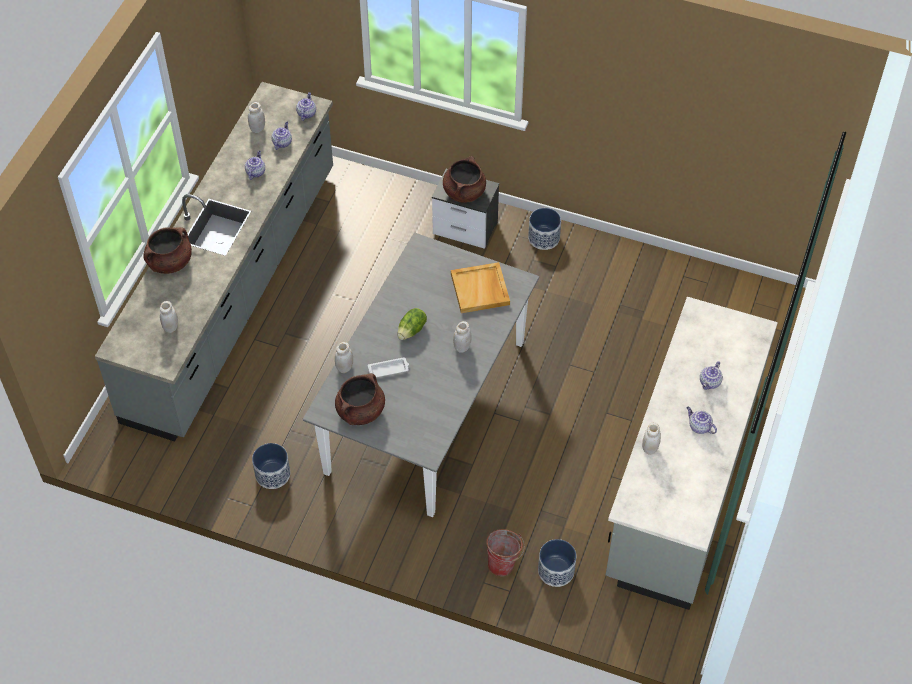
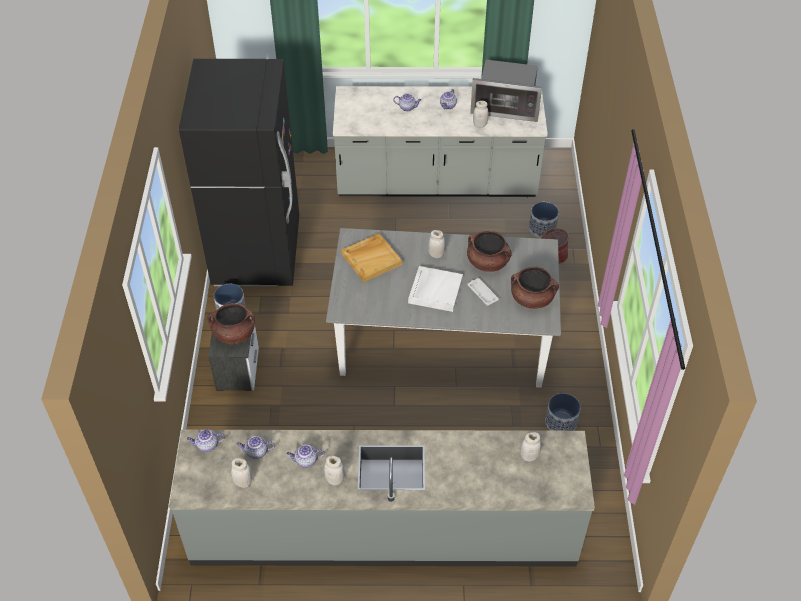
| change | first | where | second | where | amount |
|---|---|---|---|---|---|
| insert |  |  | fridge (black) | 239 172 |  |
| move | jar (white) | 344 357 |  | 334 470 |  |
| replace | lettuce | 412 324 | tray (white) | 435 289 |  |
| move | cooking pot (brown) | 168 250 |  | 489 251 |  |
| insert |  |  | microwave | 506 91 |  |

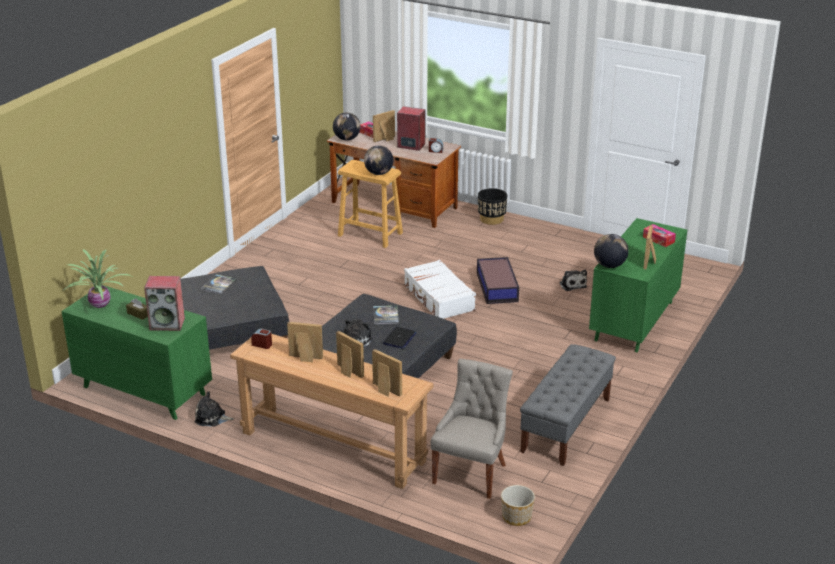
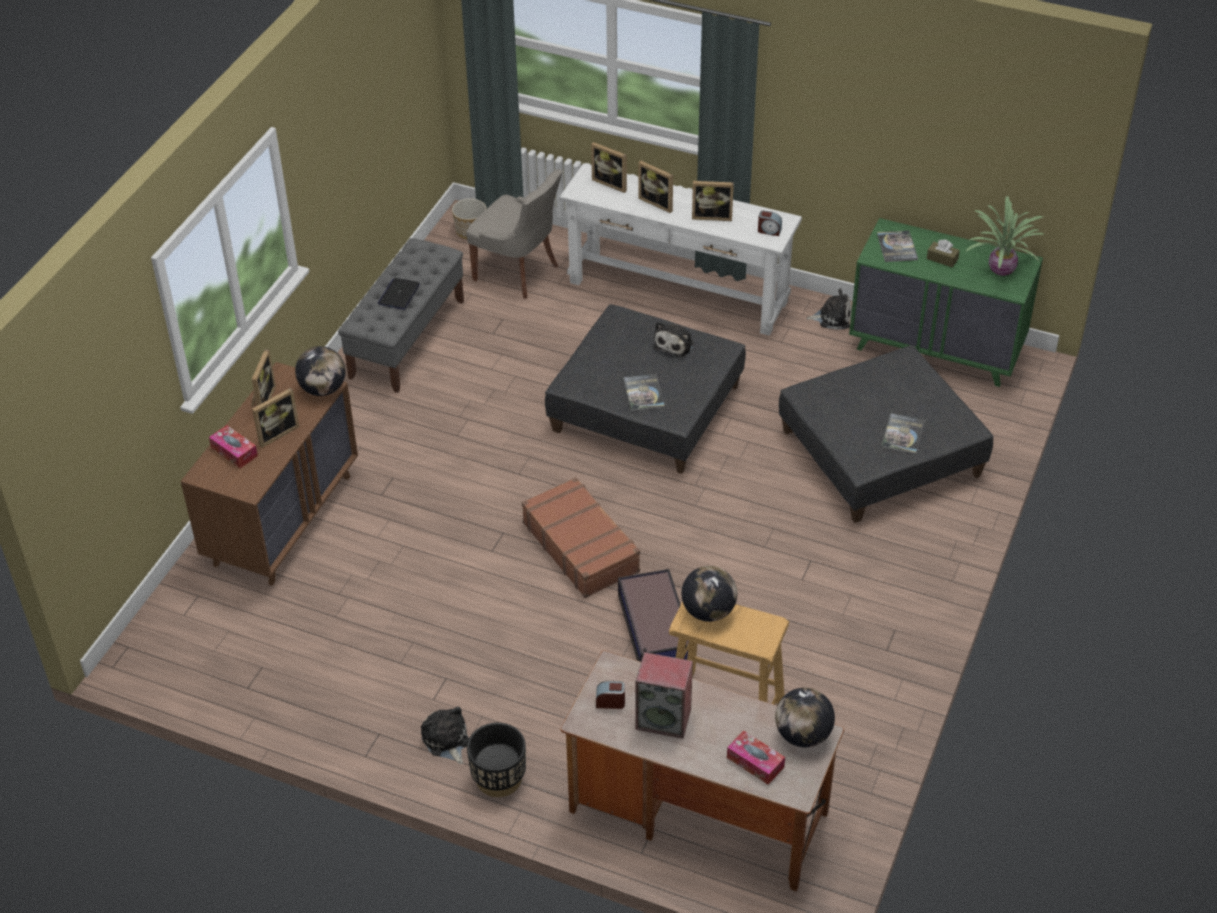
| change | first | where | second | where | amount |
|---|---|---|---|---|---|
| recolor | dresser (green) | 638 285 | dresser (brown) | 269 474 |  |
| move | picture frame | 384 126 |  | 275 418 |  |
| move | laptop | 399 338 |  | 399 294 |  |
| move | plush toy | 573 280 |  | 445 735 |  |
| rotate | chair (grey) | 472 429 |  | 514 234 | 75 degrees counterclockwise |
| recolor | suitcase (white) | 440 289 | suitcase (brown) | 581 537 |  |
| recolor | console table (brown) | 332 411 | console table (white) | 680 249 |  |
| move | storage box | 498 280 |  | 653 615 |  |
| replace | speaker | 164 303 | book | 897 246 |  |

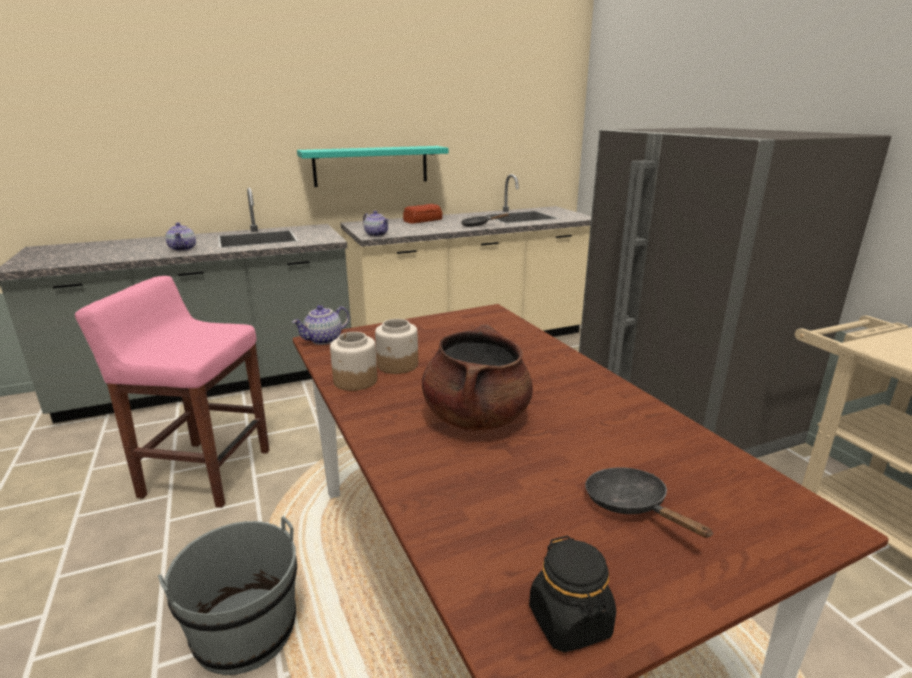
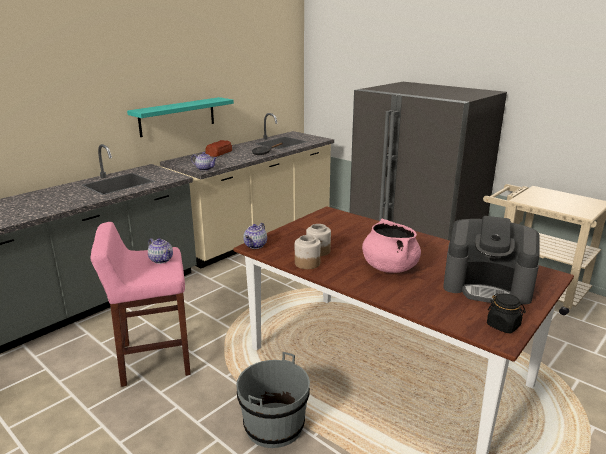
| change | first | where | second | where | amount |
|---|---|---|---|---|---|
| move | teapot | 181 236 |  | 160 251 |  |
| recolor | cooking pot (brown) | 477 377 | cooking pot (pink) | 391 246 |  |
| replace | frying pan (black) | 649 502 | coffee machine | 491 260 |  |

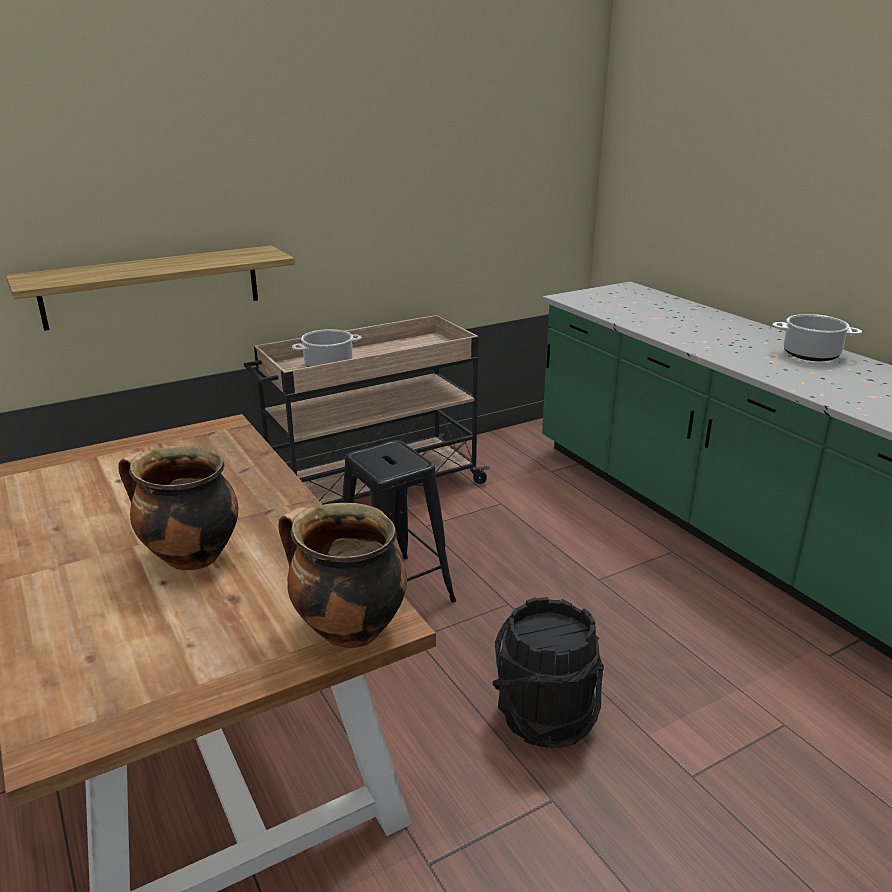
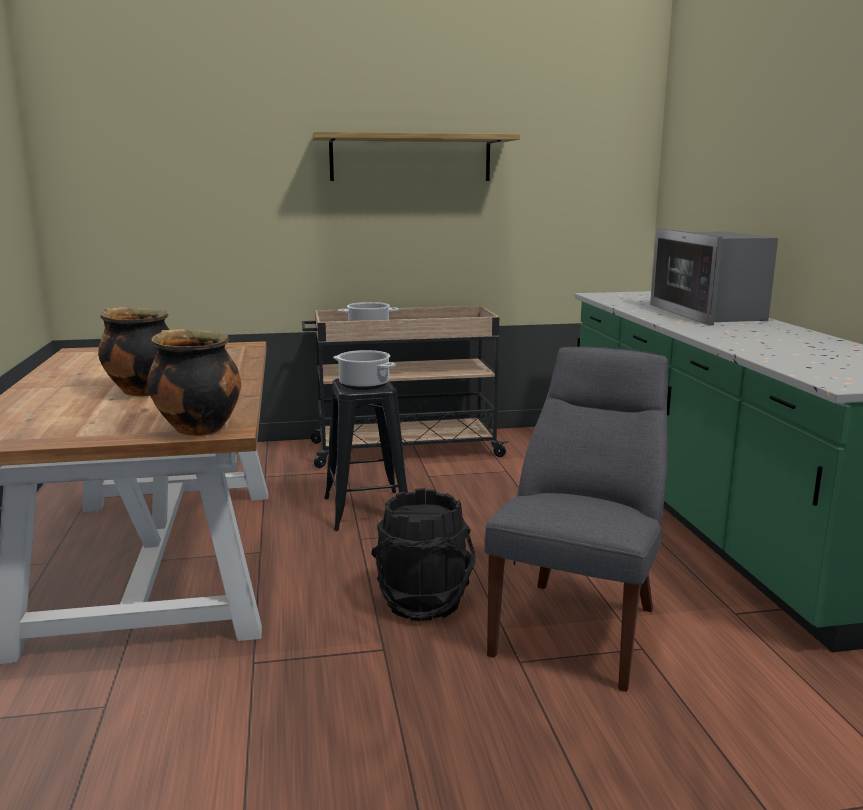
| change | first | where | second | where | amount |
|---|---|---|---|---|---|
| move | shelf | 150 288 |  | 416 156 |  |
| move | cooking pot | 817 337 |  | 364 370 |  |
| insert |  |  | chair (grey) | 576 519 |  |
| insert |  |  | microwave | 714 277 |  |

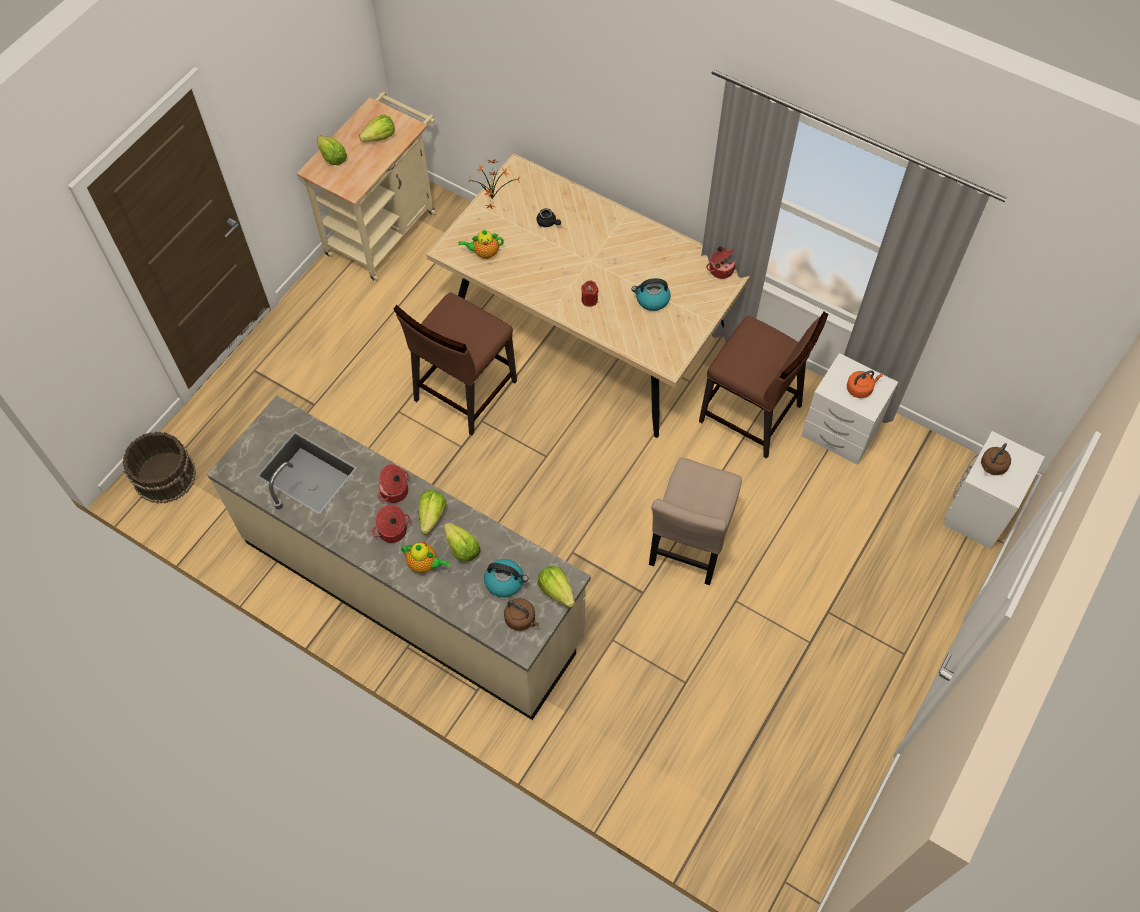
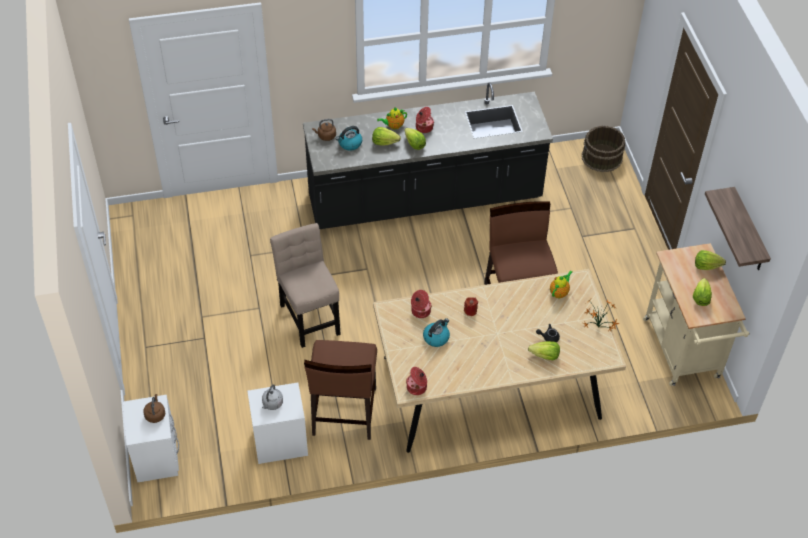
| change | first | where | second | where | amount |
|---|---|---|---|---|---|
| recolor | kettle (orange) | 865 384 | kettle (grey) | 272 397 |  |
| recolor | counter (beige) | 399 557 | counter (black) | 428 155 |  |
| rotate | chair (brown) | 763 385 |  | 340 390 | 75 degrees counterclockwise |
| move | cooking pot | 393 483 |  | 421 304 |  |
| move | lettuce | 556 587 |  | 544 350 |  |
| insert |  |  | shelf | 738 228 |  |

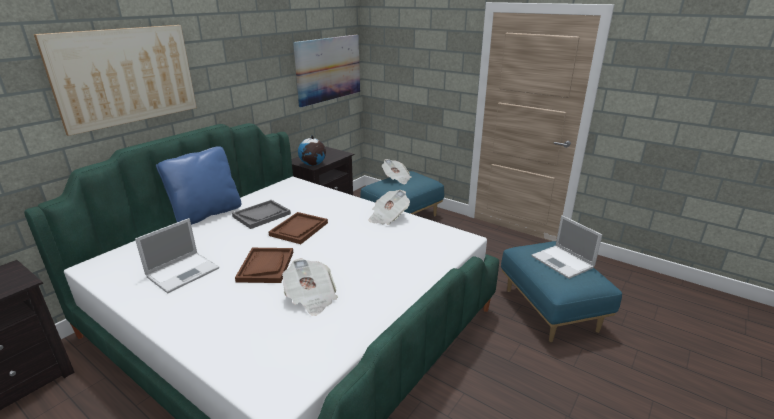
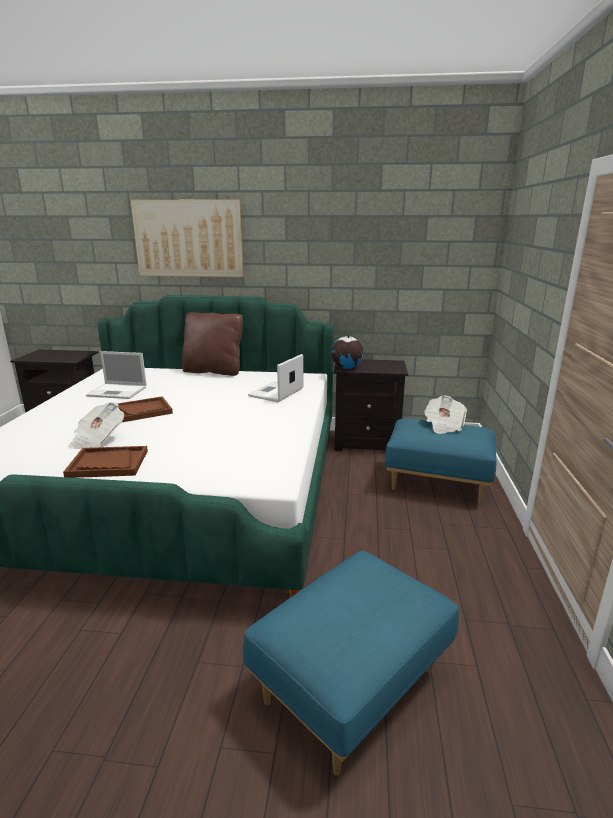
| change | first | where | second | where | amount |
|---|---|---|---|---|---|
| move | tray (brown) | 298 228 |  | 105 462 |  |
| recolor | pillow (blue) | 198 185 | pillow (brown) | 212 344 |  |
| move | laptop | 566 247 |  | 275 378 |  |
| delete | tray (grey) | 261 214 |  |  |  |
| delete | picture | 326 71 |  |  |  |
| delete | newspaper | 389 207 |  |  |  |

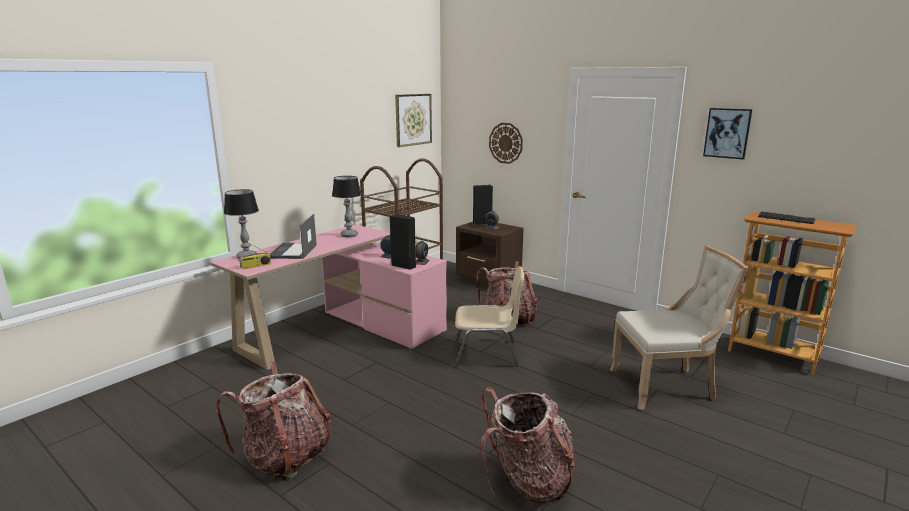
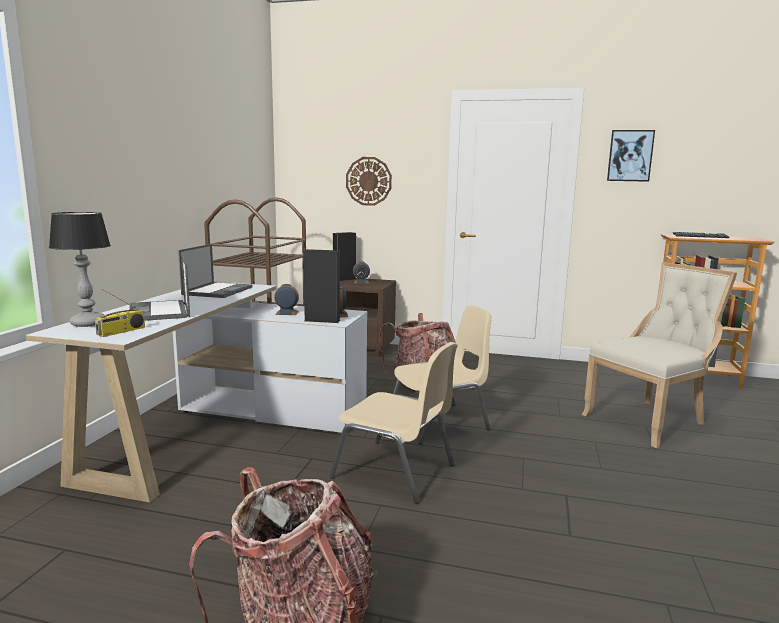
| change | first | where | second | where | amount |
|---|---|---|---|---|---|
| recolor | desk (pink) | 328 297 | desk (white) | 196 391 |  |
| replace | table lamp | 346 206 | laptop | 215 271 |  |
| insert |  |  | chair (beige) | 393 423 |  |
| delete | picture | 413 120 |  |  |  |
| delete | backpack | 527 445 |  |  |  |

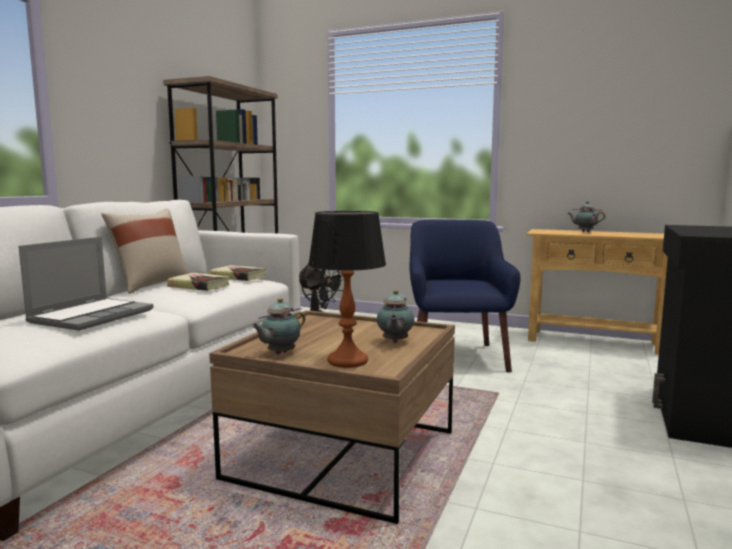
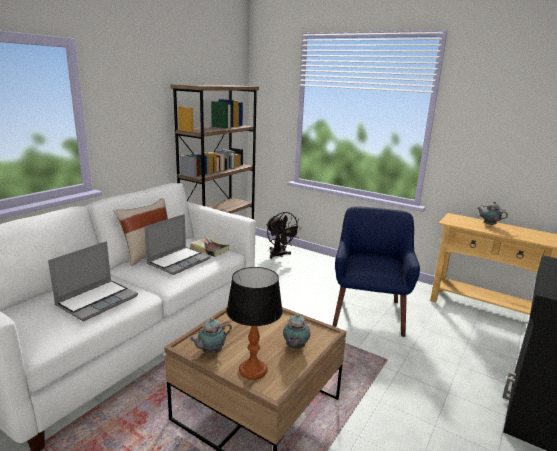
| change | first | where | second | where | amount |
|---|---|---|---|---|---|
| replace | book | 198 282 | laptop | 177 244 |  |

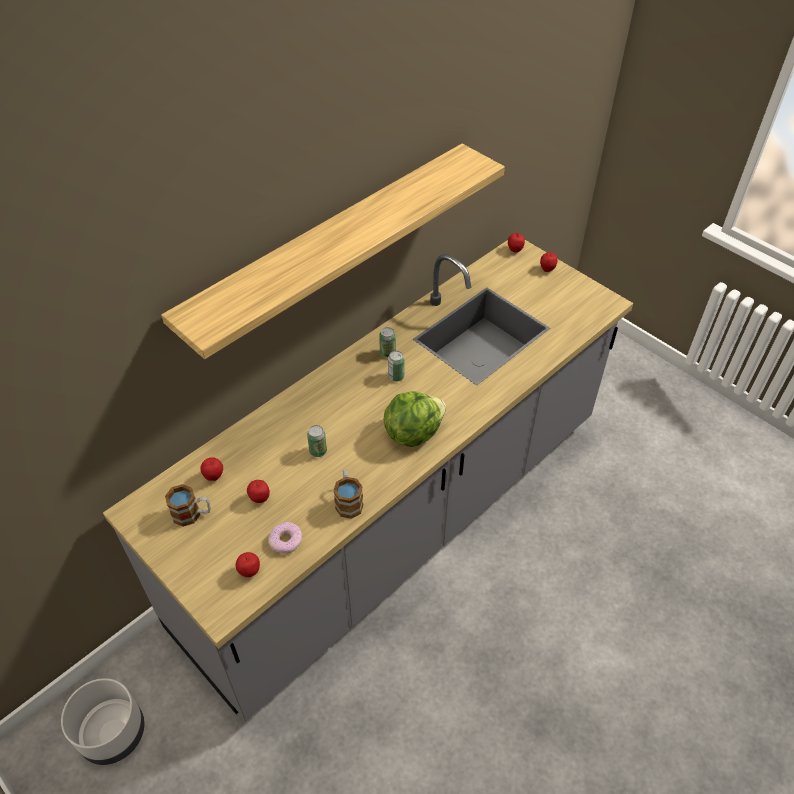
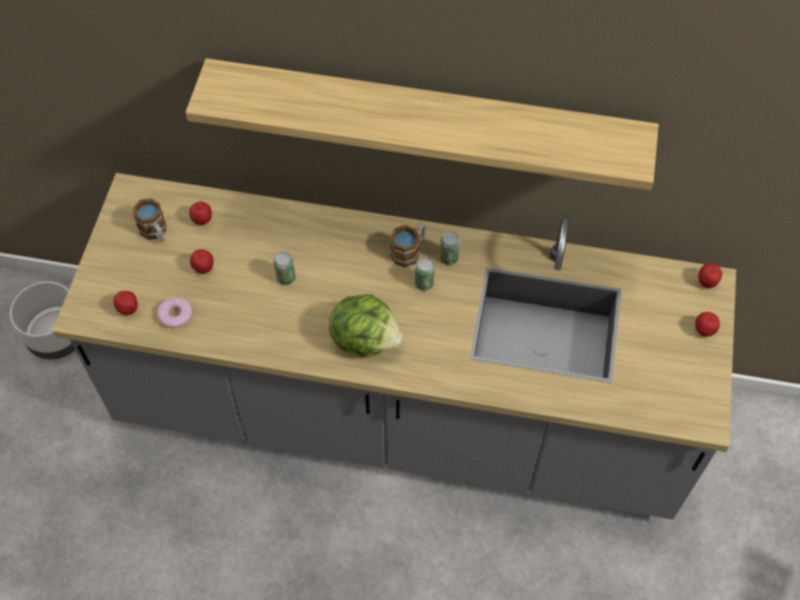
| change | first | where | second | where | amount |
|---|---|---|---|---|---|
| move | mug | 348 494 |  | 408 245 |  |

